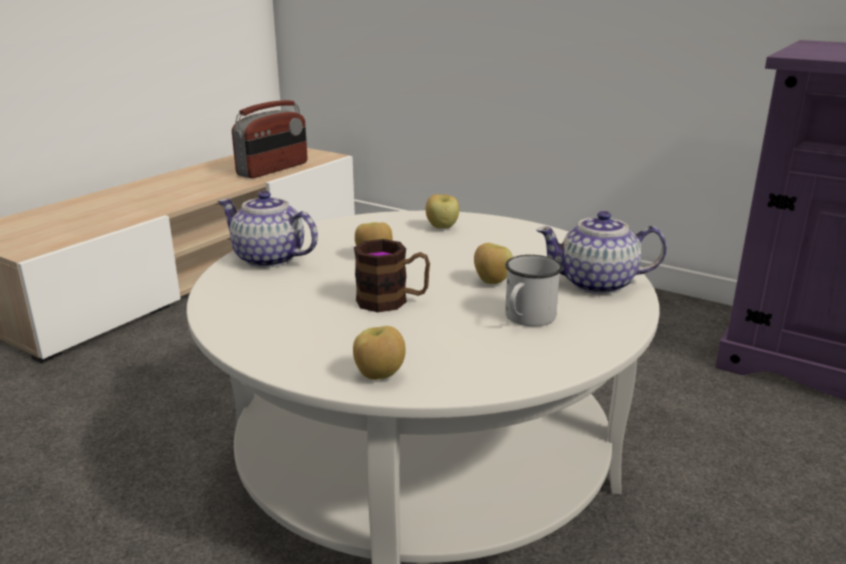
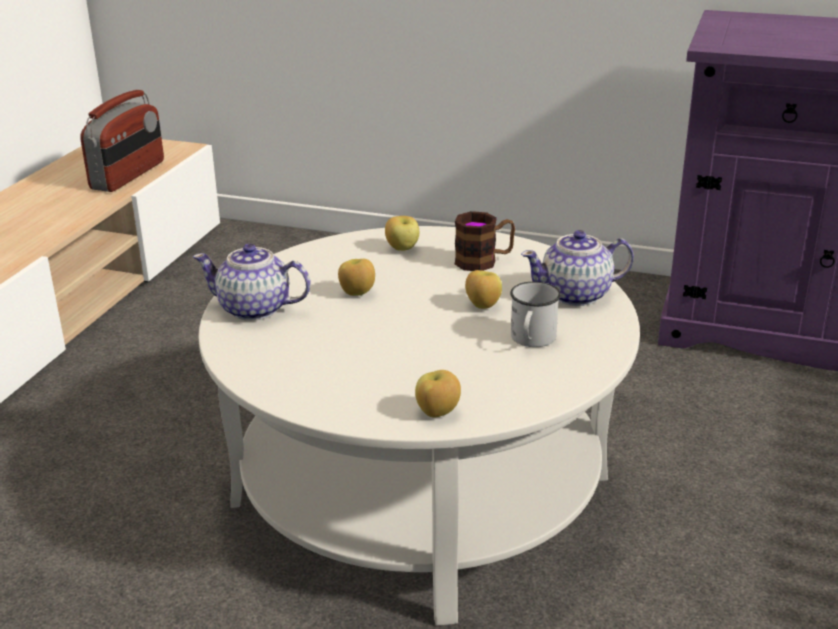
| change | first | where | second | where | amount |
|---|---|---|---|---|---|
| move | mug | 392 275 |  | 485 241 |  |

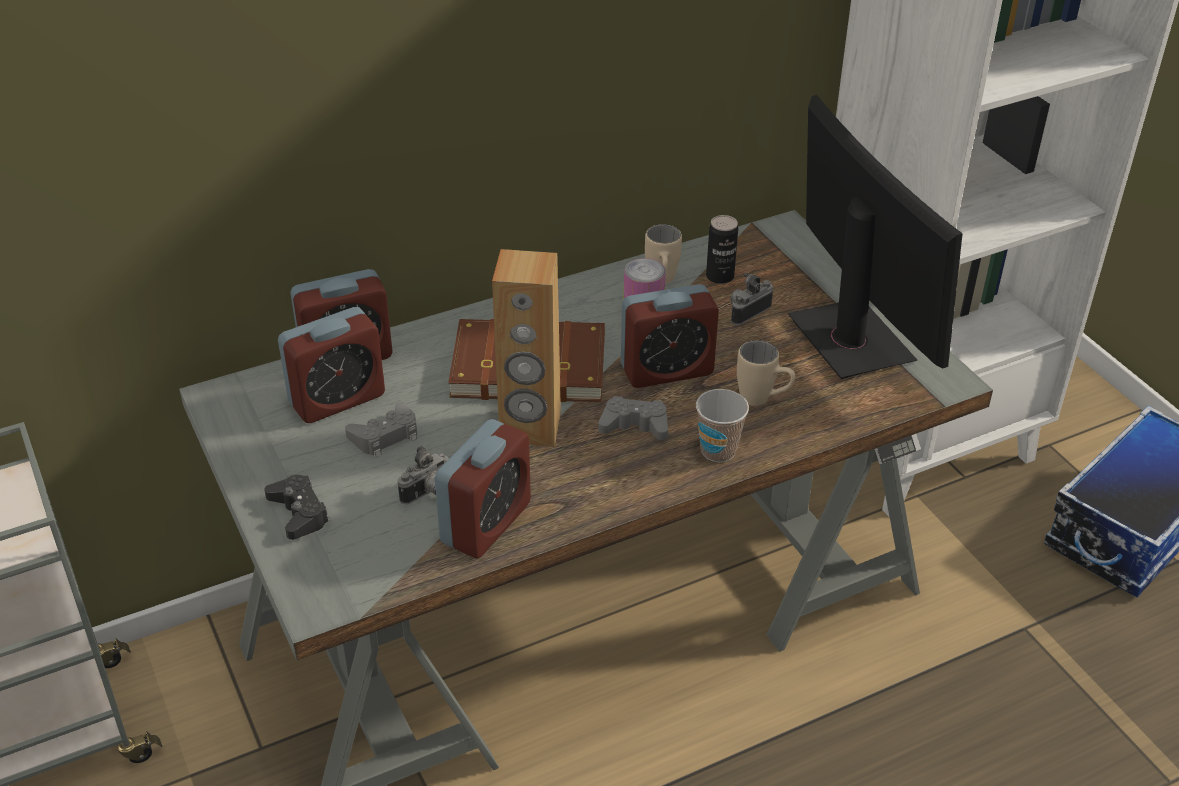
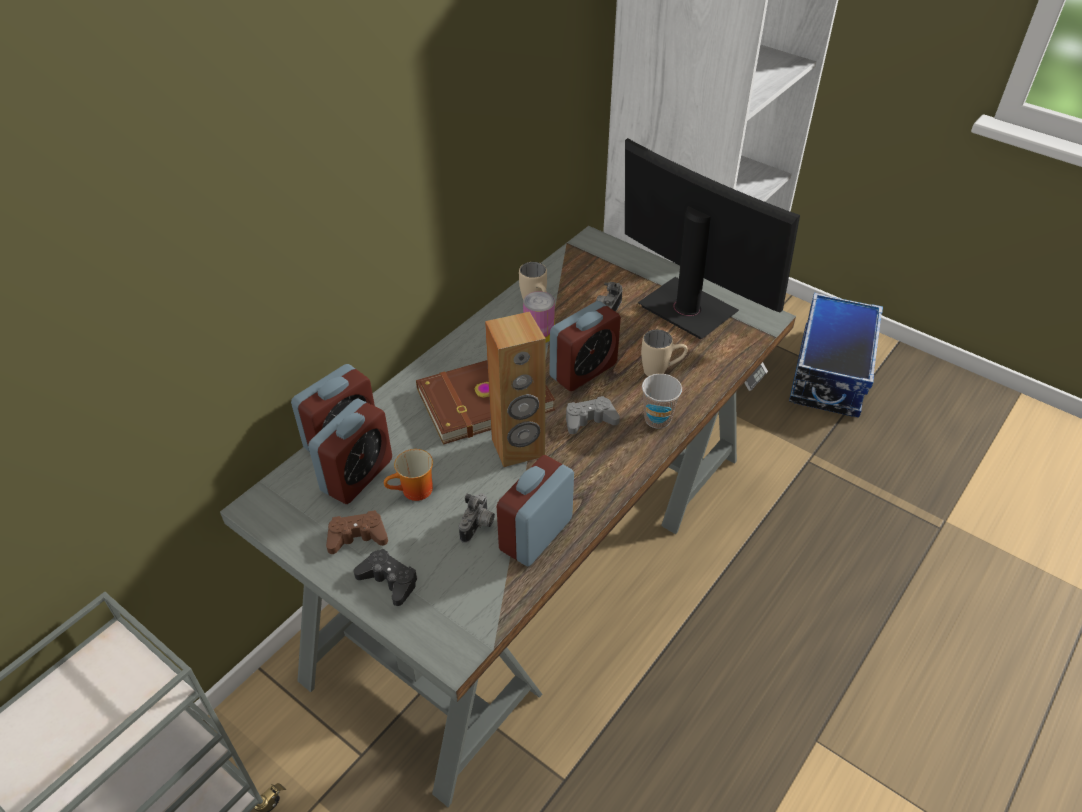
| change | first | where | second | where | amount |
|---|---|---|---|---|---|
| insert |  |  | game controller (brown) | 357 532 |  |
| replace | game controller (grey) | 381 430 | mug | 408 475 |  |
| rotate | alarm clock | 483 489 |  | 535 511 | 150 degrees counterclockwise |
| delete | can | 722 249 |  |  |  |

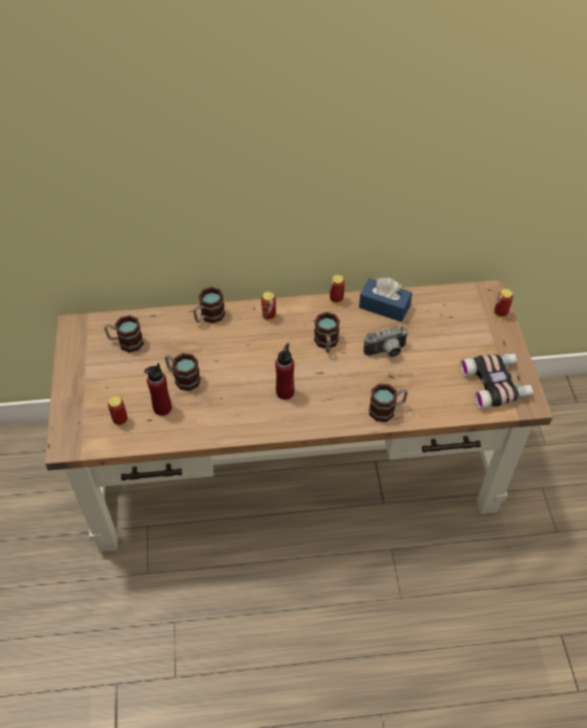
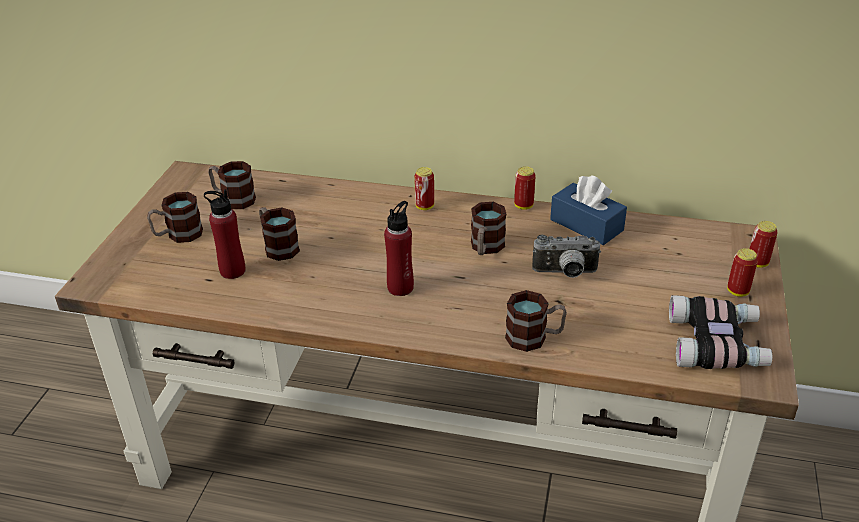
| change | first | where | second | where | amount |
|---|---|---|---|---|---|
| move | mug | 209 305 |  | 175 217 |  |
| move | can | 118 411 |  | 742 272 |  |

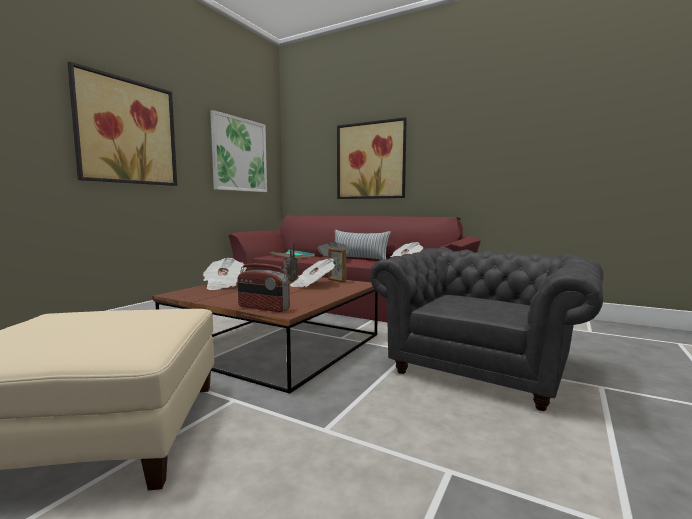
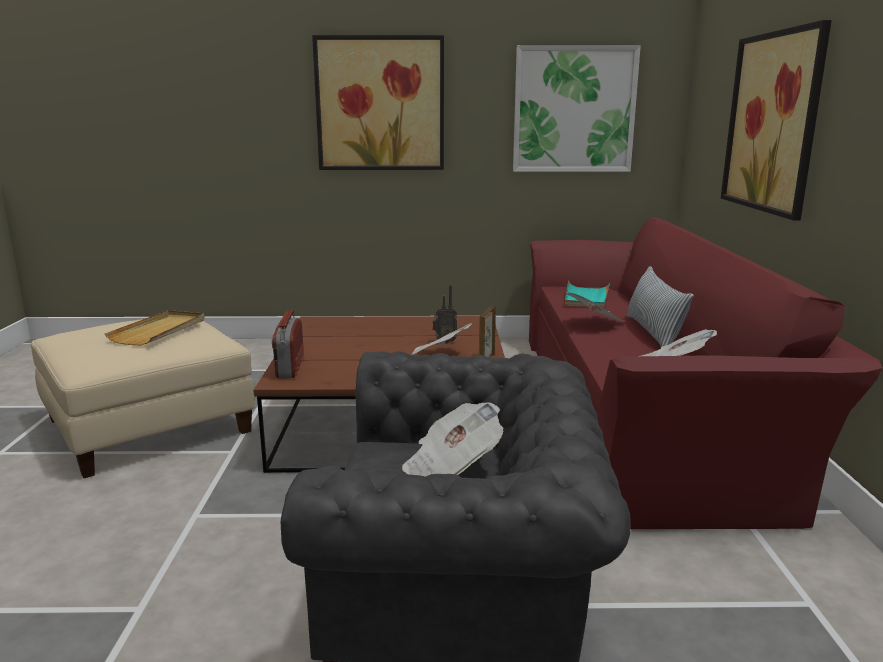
| change | first | where | second | where | amount |
|---|---|---|---|---|---|
| insert |  |  | tray (beige) | 155 328 |  |
| move | newspaper | 225 274 |  | 452 439 |  |

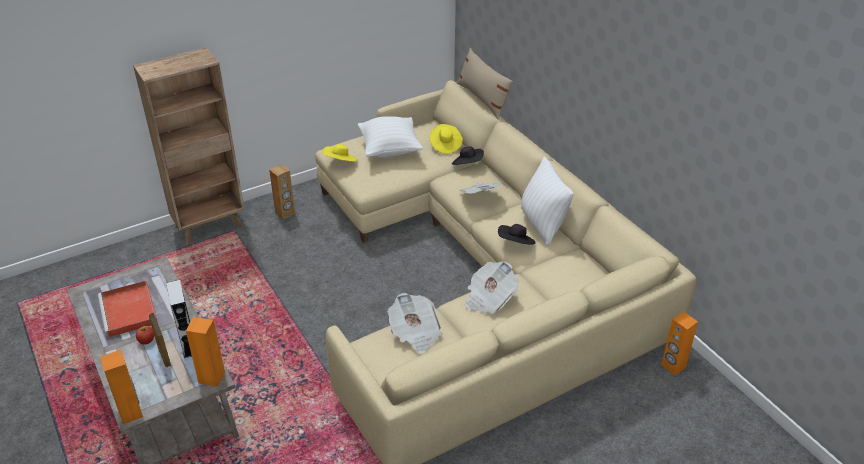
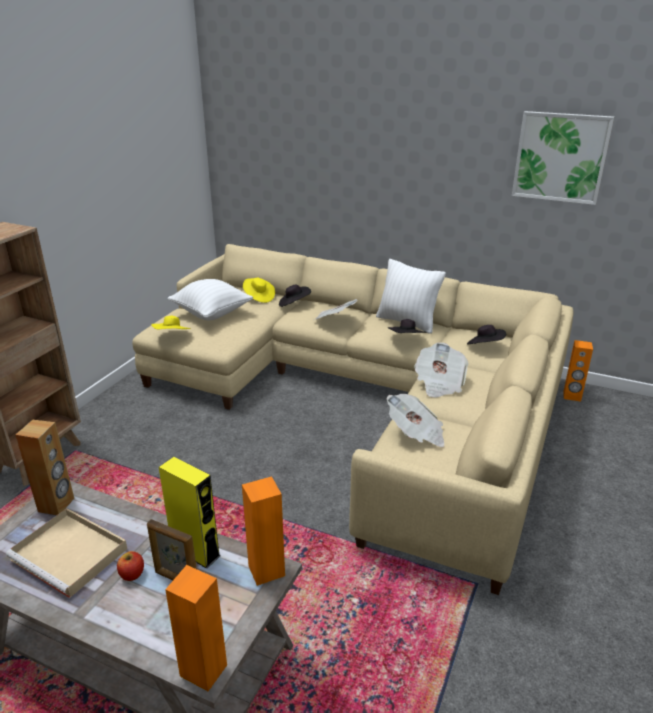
| change | first | where | second | where | amount |
|---|---|---|---|---|---|
| recolor | tray (red) | 128 308 | tray (beige) | 66 553 |  |
| move | speaker (brown) | 282 191 |  | 44 467 |  |
| recolor | speaker (grey) | 179 319 | speaker (yellow) | 189 513 |  |
| insert |  |  | hat (black) | 486 334 |  |
| insert |  |  | picture | 563 158 |  |
| delete | pillow (beige) | 485 84 |  |  |  |

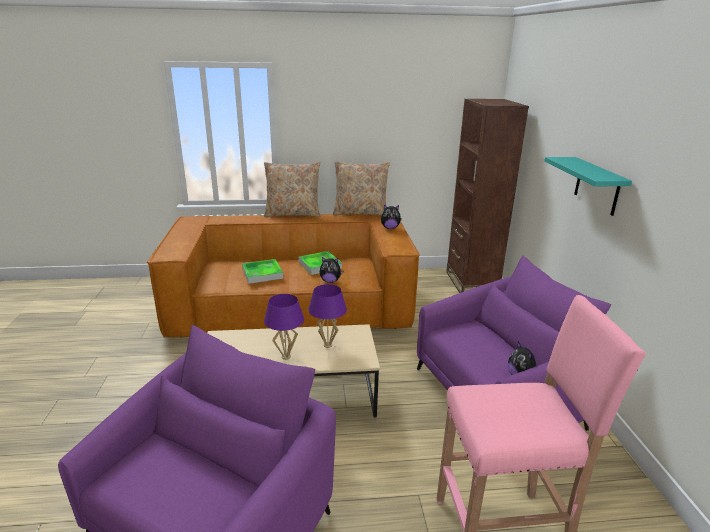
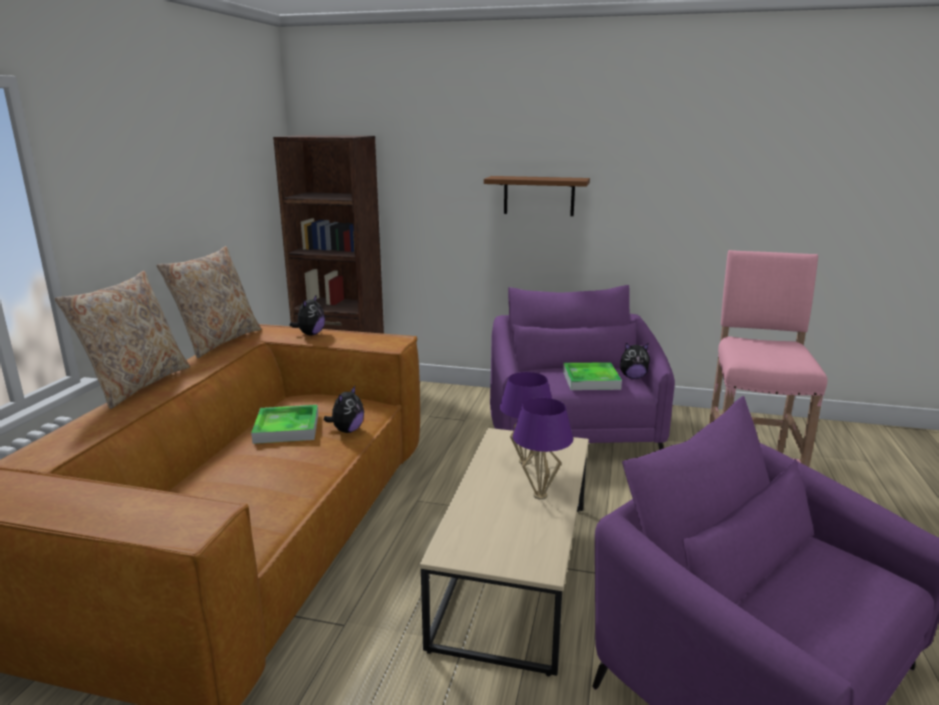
| change | first | where | second | where | amount |
|---|---|---|---|---|---|
| recolor | shelf (turquoise) | 588 186 | shelf (brown) | 537 196 |  |
| move | tray | 262 271 |  | 592 376 |  |

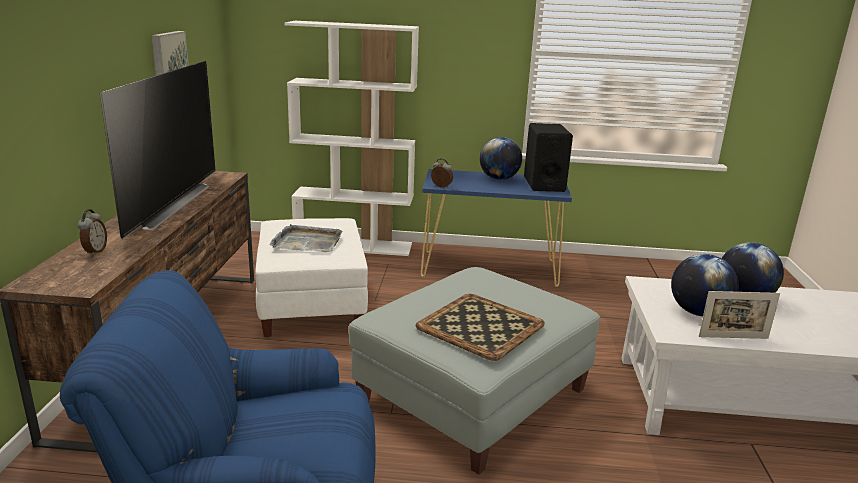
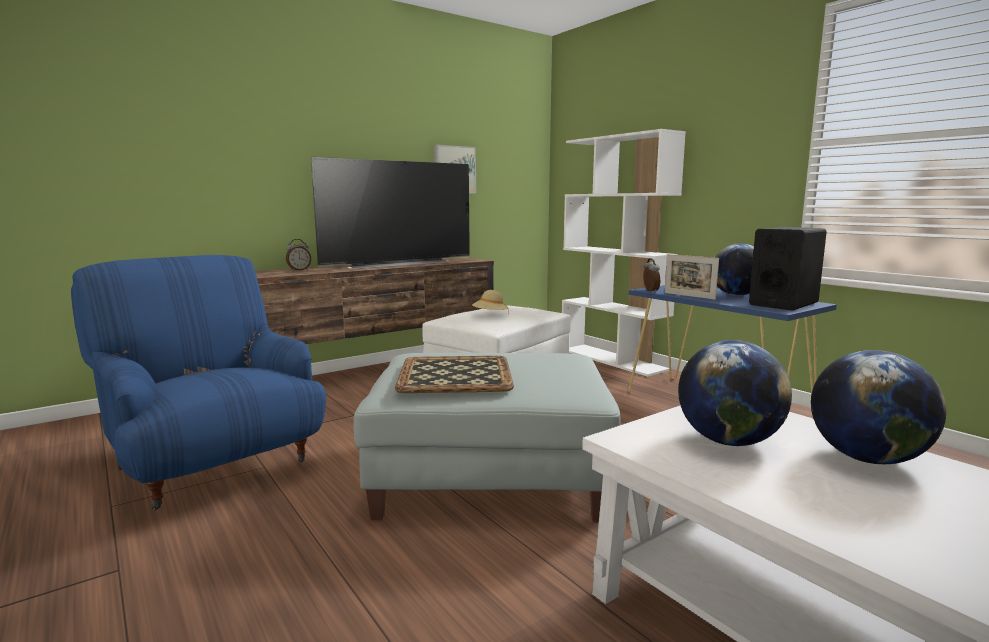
| change | first | where | second | where | amount |
|---|---|---|---|---|---|
| replace | tray (grey) | 306 238 | hat (beige) | 490 302 |  |
| move | picture frame | 739 315 |  | 691 277 |  |

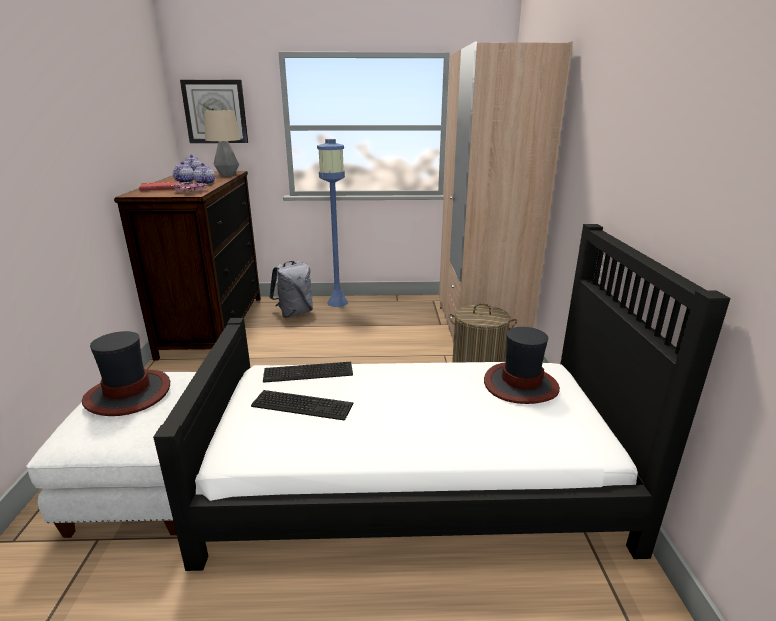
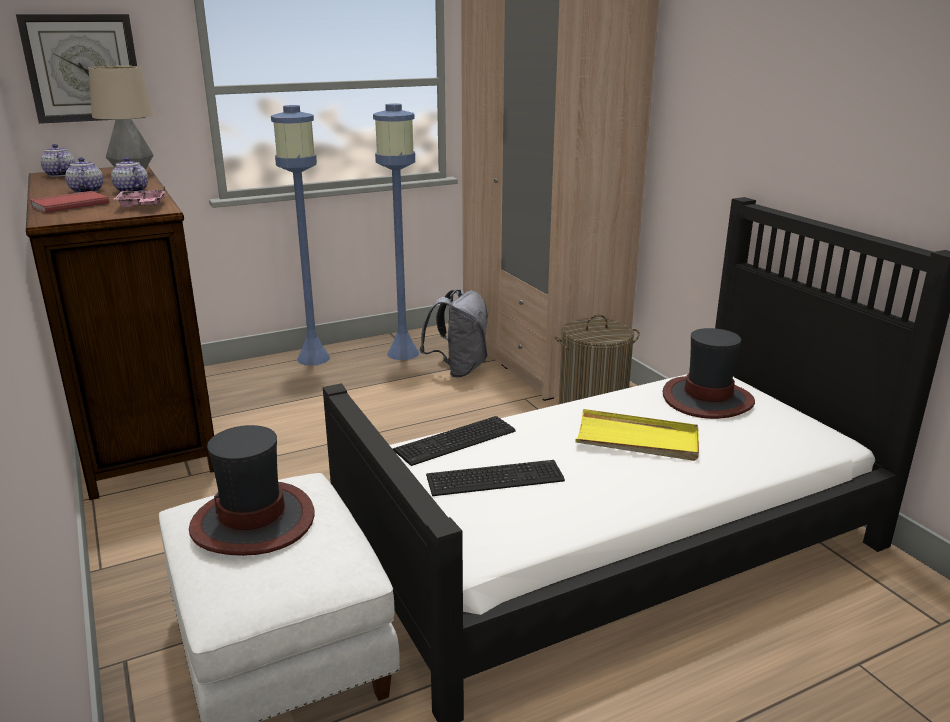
| change | first | where | second | where | amount |
|---|---|---|---|---|---|
| insert |  |  | floor lamp (blue) | 396 231 |  |
| move | backpack (grey) | 291 289 |  | 453 333 |  |
| insert |  |  | tray (yellow) | 637 435 |  |

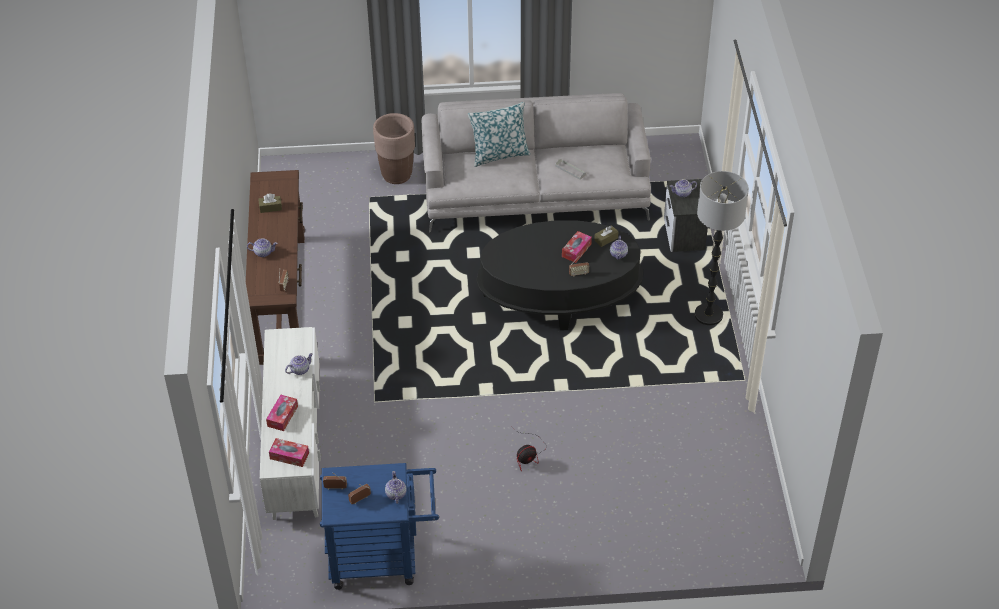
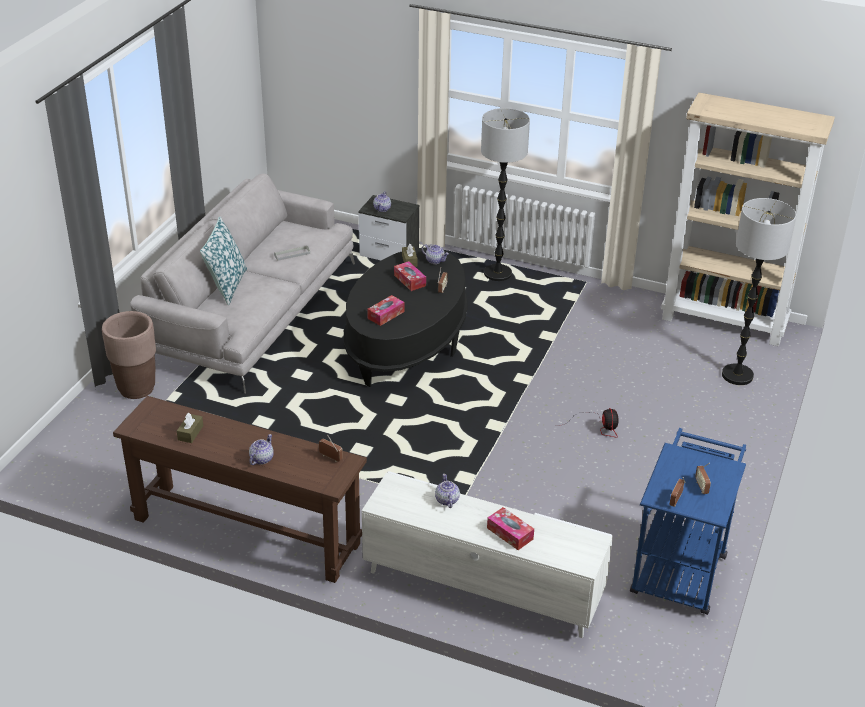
| change | first | where | second | where | amount |
|---|---|---|---|---|---|
| move | tissue box | 289 452 |  | 386 310 |  |
| insert |  |  | bookcase (beige) | 748 219 |  |
| insert |  |  | floor lamp | 759 291 |  |
| delete | teapot | 395 487 |  |  |  |

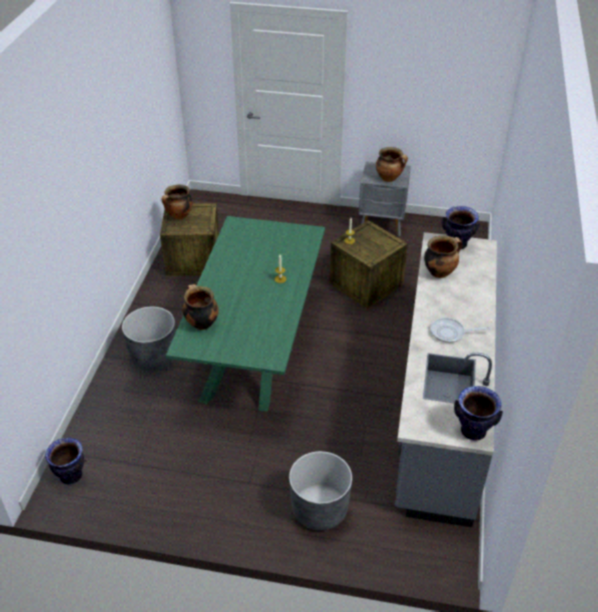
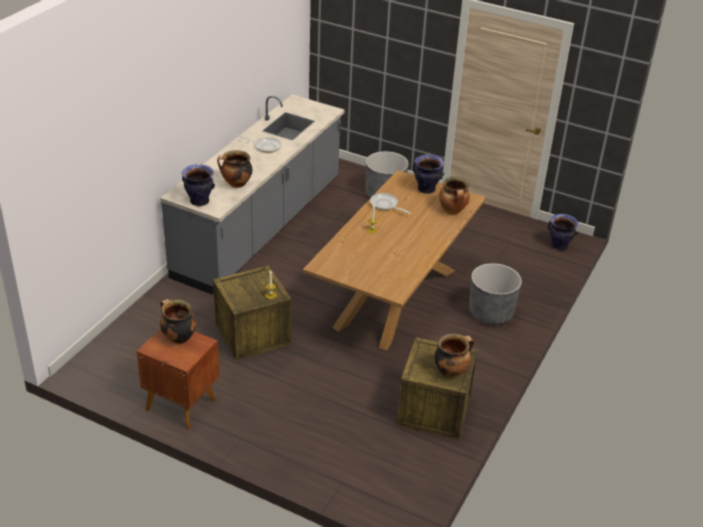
| change | first | where | second | where | amount |
|---|---|---|---|---|---|
| recolor | nightstand (grey) | 385 198 | nightstand (brown) | 178 379 |  |
| recolor | dining table (green) | 245 314 | dining table (brown) | 394 260 |  |
| insert |  |  | frying pan | 390 203 |  |
| move | vase | 478 413 |  | 428 174 |  |

